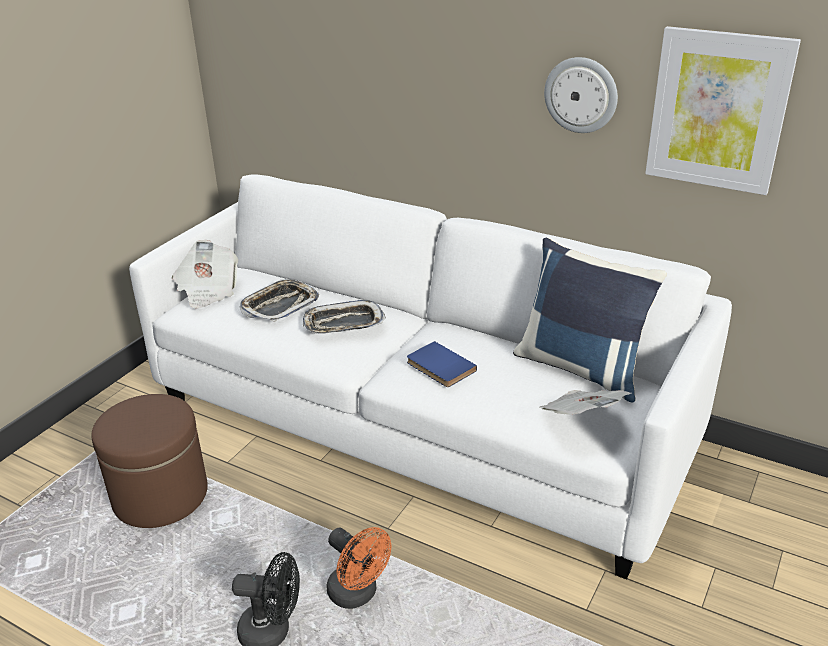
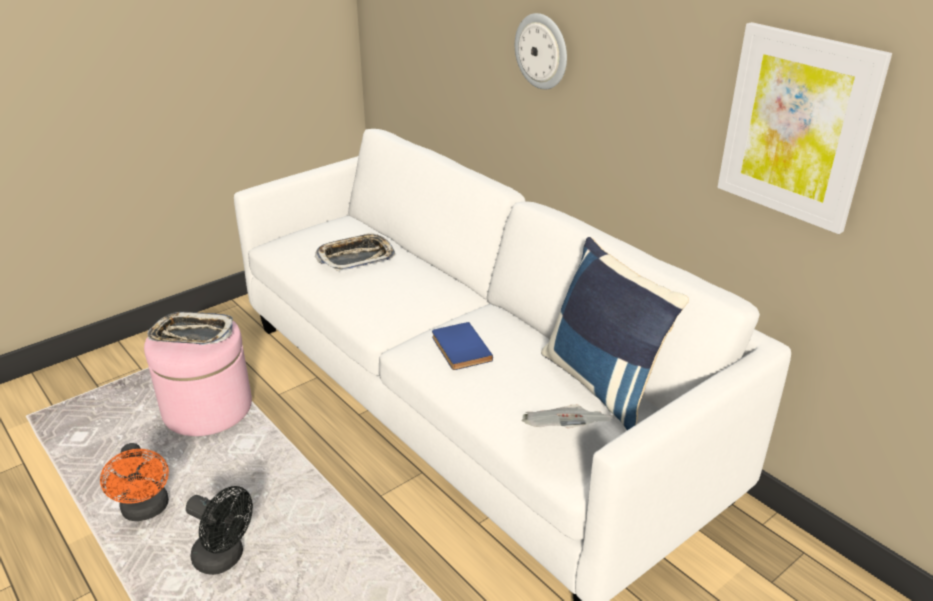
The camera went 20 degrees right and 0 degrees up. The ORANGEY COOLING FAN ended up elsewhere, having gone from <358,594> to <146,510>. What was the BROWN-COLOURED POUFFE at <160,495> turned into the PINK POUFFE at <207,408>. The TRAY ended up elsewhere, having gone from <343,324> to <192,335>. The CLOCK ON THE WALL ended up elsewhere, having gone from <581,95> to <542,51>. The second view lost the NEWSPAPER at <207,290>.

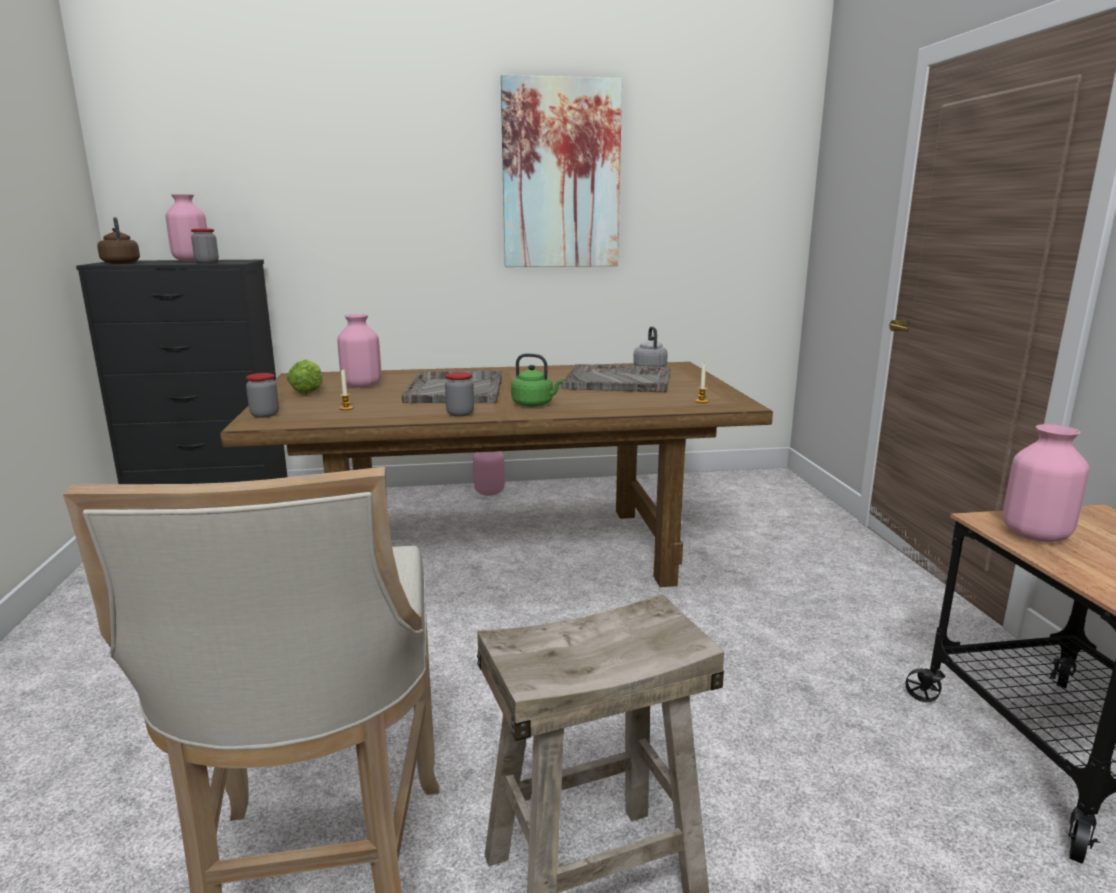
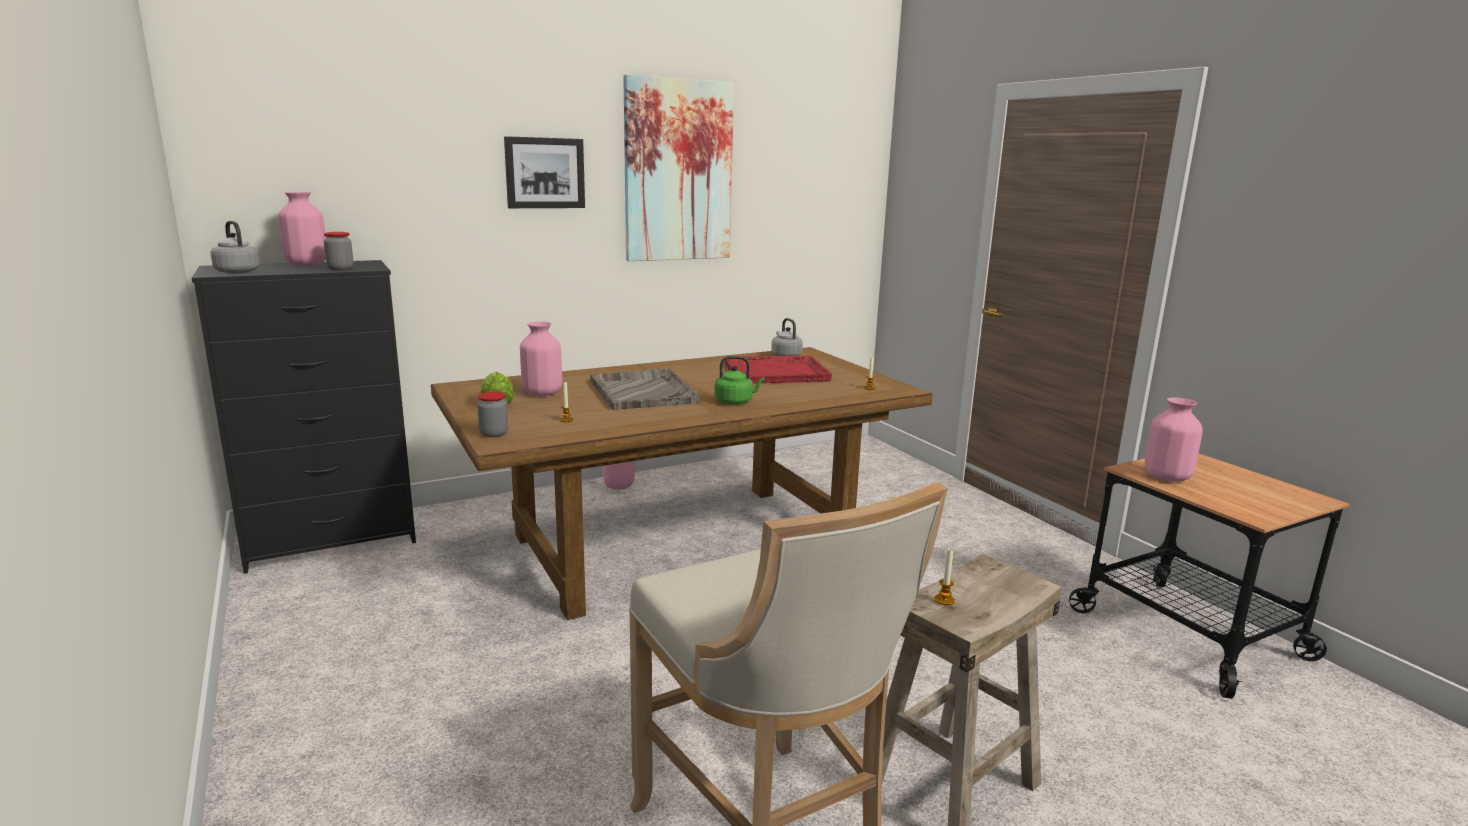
The camera went 20 degrees left and 0 degrees up. What was the BROWN-COLOURED WATER KETTLE at <121,263> turned into the GRAY WATER KETTLE at <236,272>. The second view gained the PICTURE at <544,173>. What was the GRAY TRAY at <619,381> turned into the RED-COLOURED TRAY at <777,372>. The second view gained the WAX CANDLE at <944,600>. The second view lost the JAR at <460,413>.

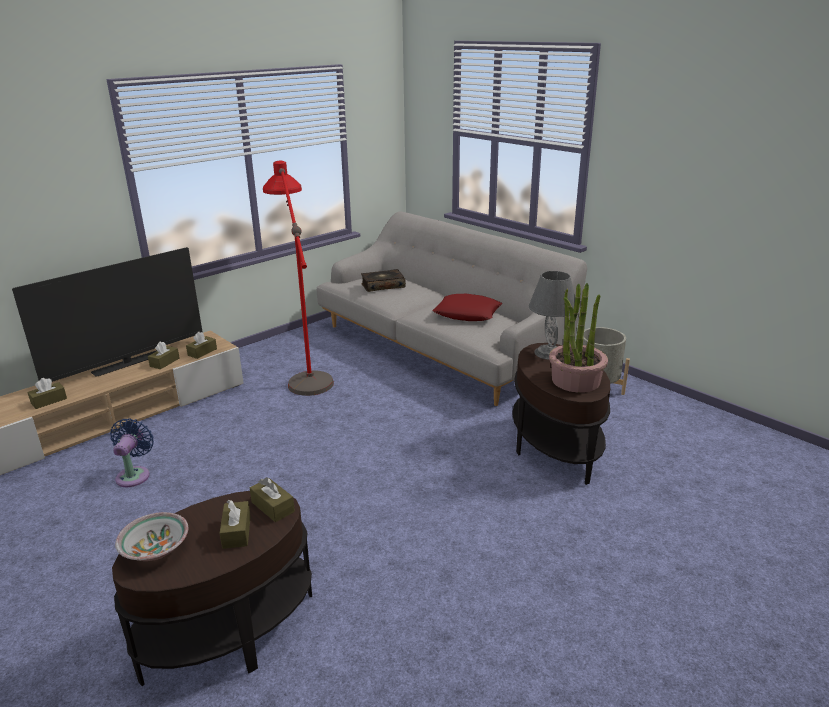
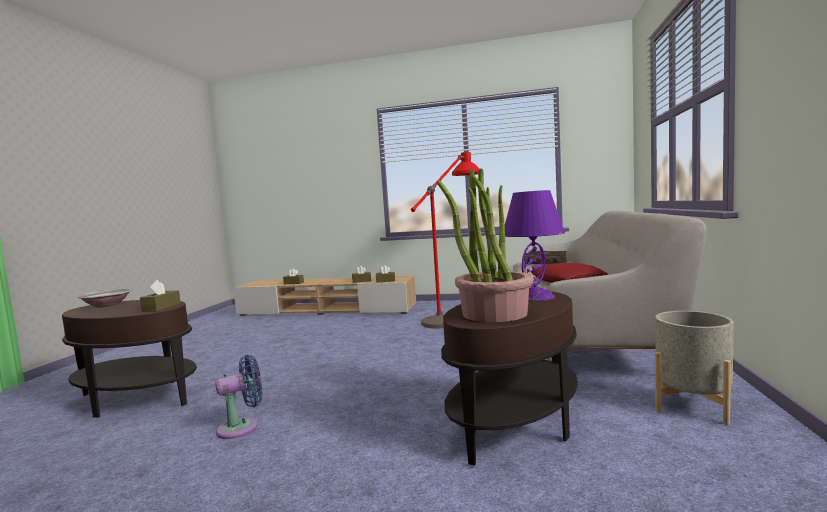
The camera went 55 degrees right and 20 degrees down. The BLUE COOLING FAN ended up elsewhere, having gone from <134,475> to <242,427>. What was the GRAY TABLETOP LAMP at <548,353> turned into the PURPLE TABLETOP LAMP at <535,296>. The second view lost the TELEVISION at <128,363>. The second view lost the BROWN-COLOURED TISSUE HOLDER at <236,532>.

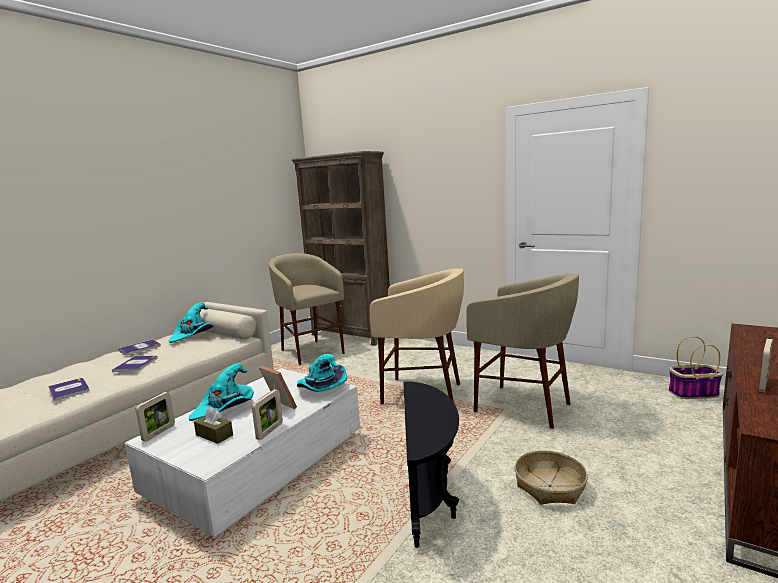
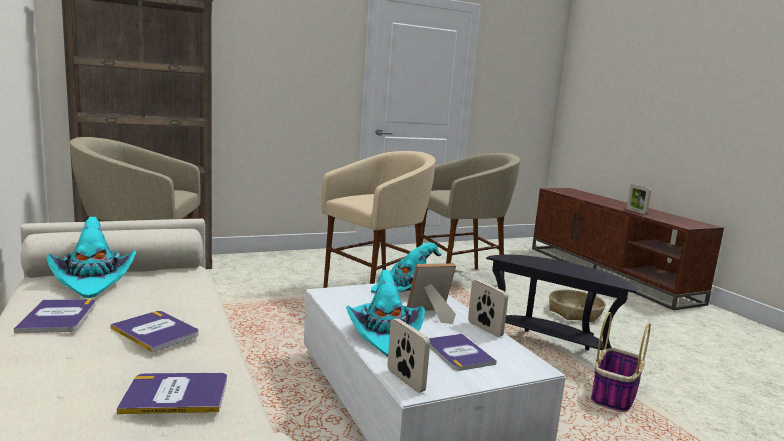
The camera went 60 degrees left and 0 degrees up. Where the BROWN-COLOURED TISSUE HOLDER stood at <214,435>, the BOUND BOOK came to stand at <458,353>. The HOUSEHOLD BASKET ended up elsewhere, having gone from <693,393> to <614,397>.

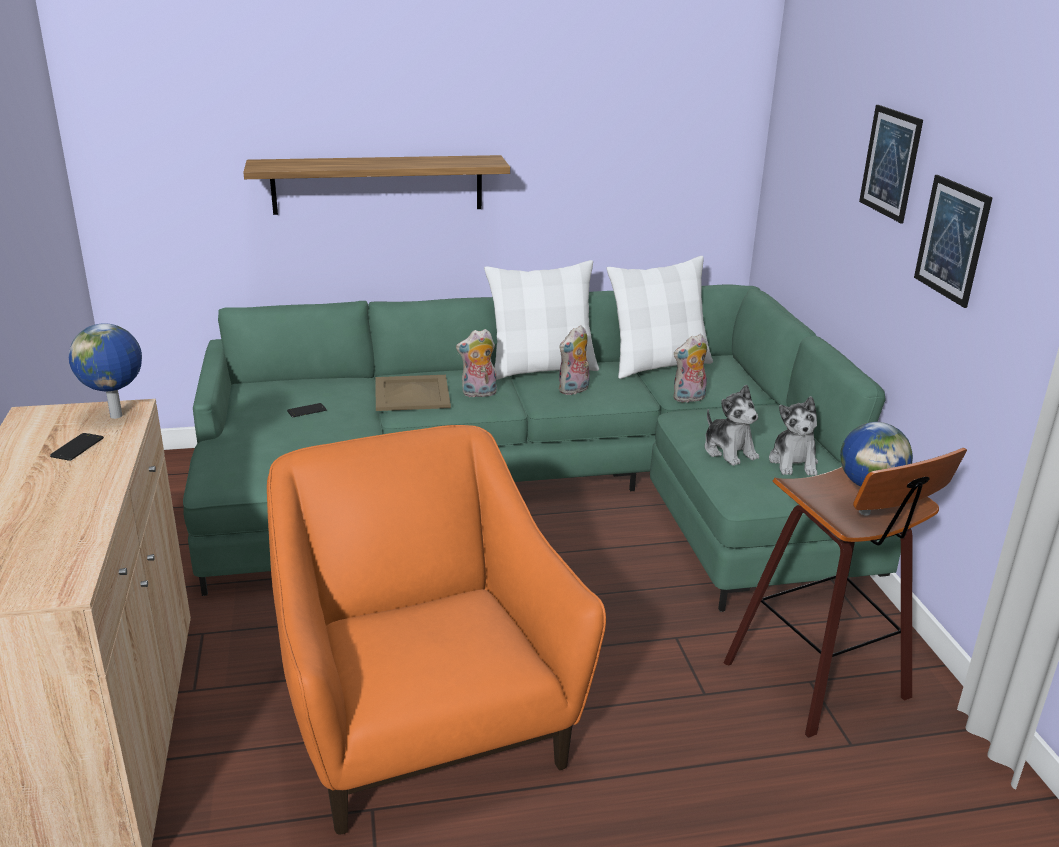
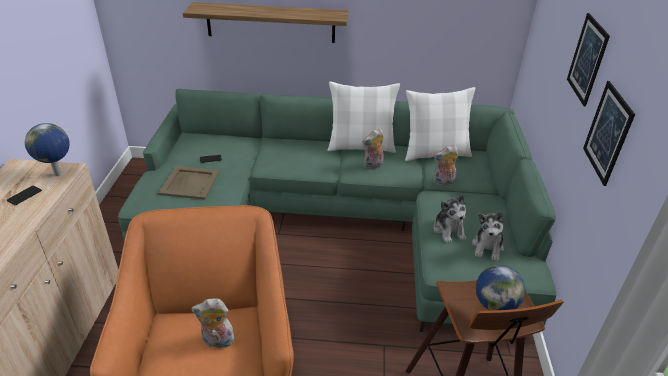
The camera went 15 degrees right and 10 degrees up. The SAND-COLOURED TRAY ended up elsewhere, having gone from <412,394> to <190,183>. The SOFT TOY ended up elsewhere, having gone from <478,394> to <217,342>.

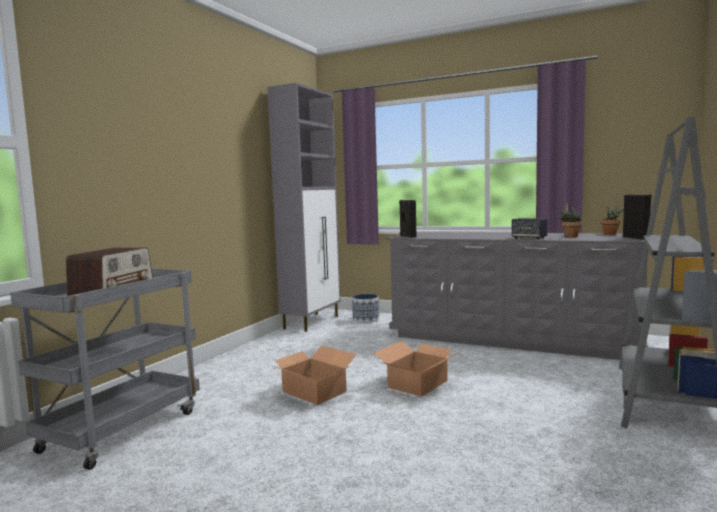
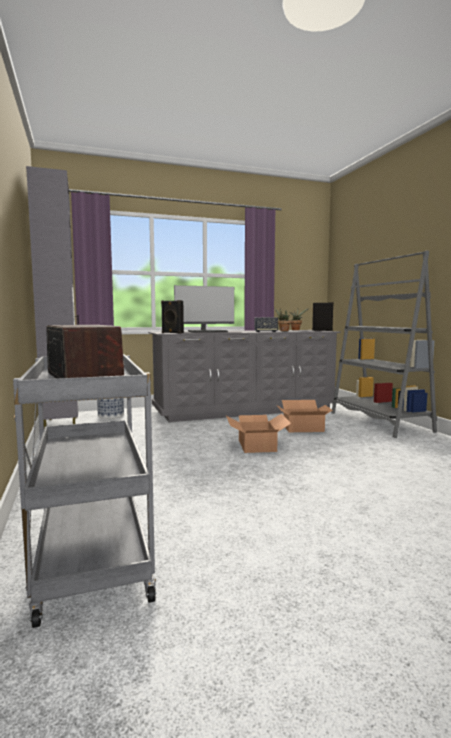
The camera went 45 degrees left and 0 degrees up. The second view gained the COMPUTER DISPLAY at <207,332>. The PACKING BOX ended up elsewhere, having gone from <314,391> to <302,428>.

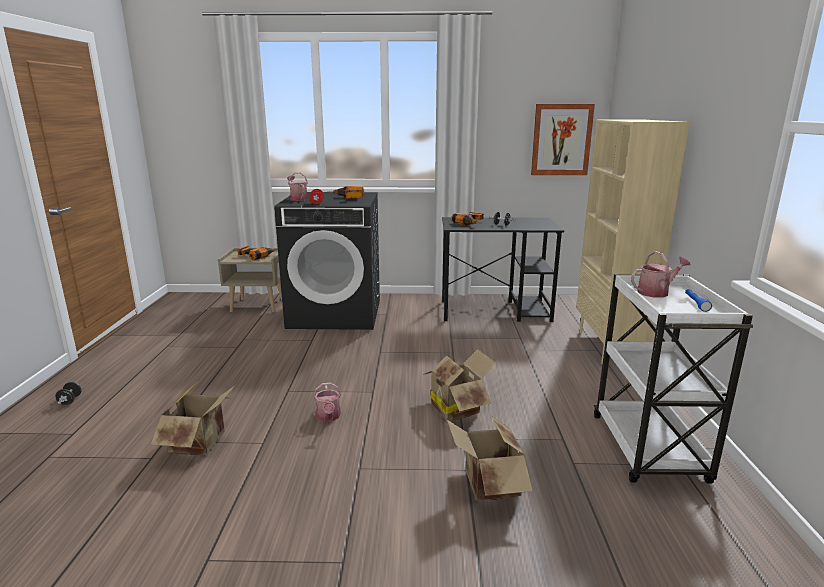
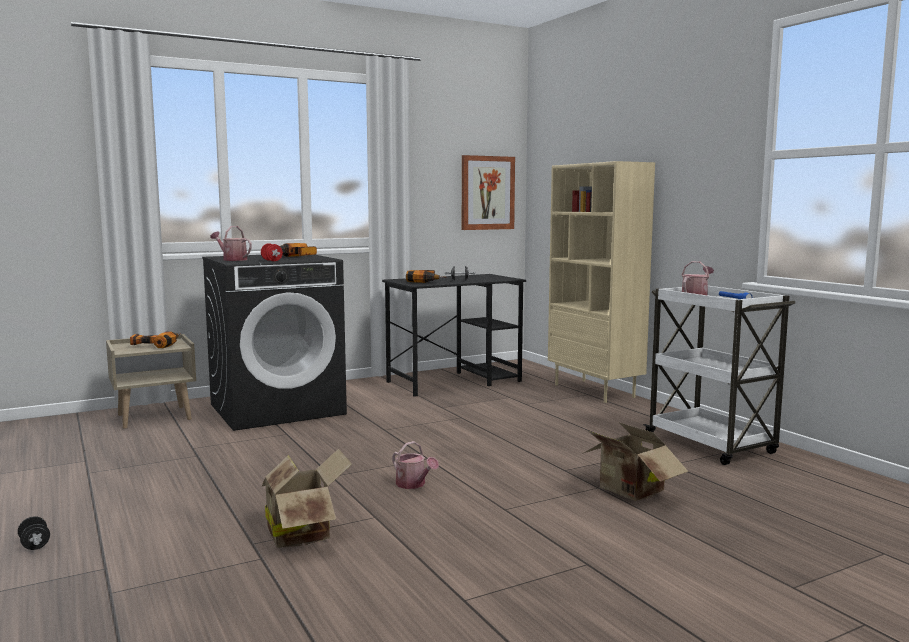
The camera went 30 degrees left and 10 degrees down. The second view lost the PACKING BOX at <457,408>.

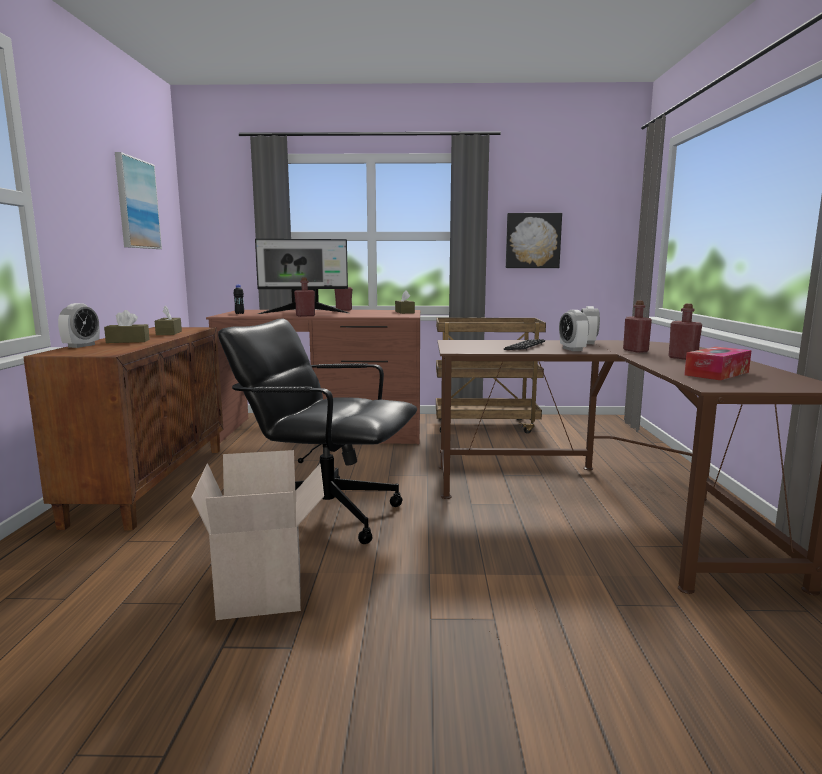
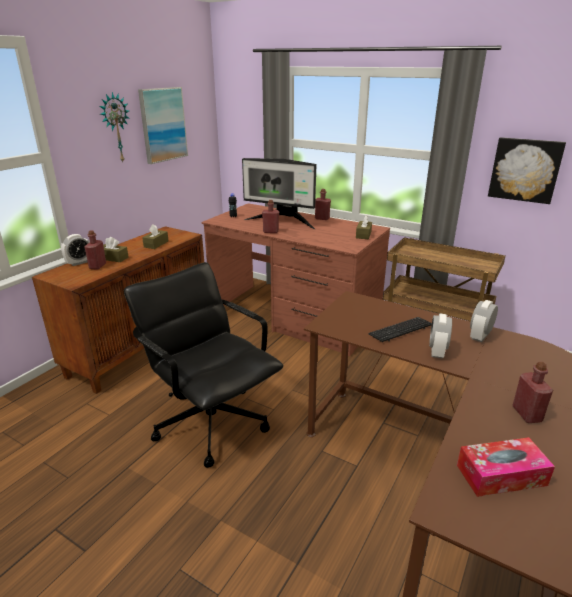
The camera went 30 degrees right and 15 degrees up. The RED-COLOURED DRINK BOTTLE ended up elsewhere, having gone from <635,351> to <97,266>. The second view gained the CLOCK ON THE WALL at <115,128>. The second view lost the PACKING BOX at <265,590>.

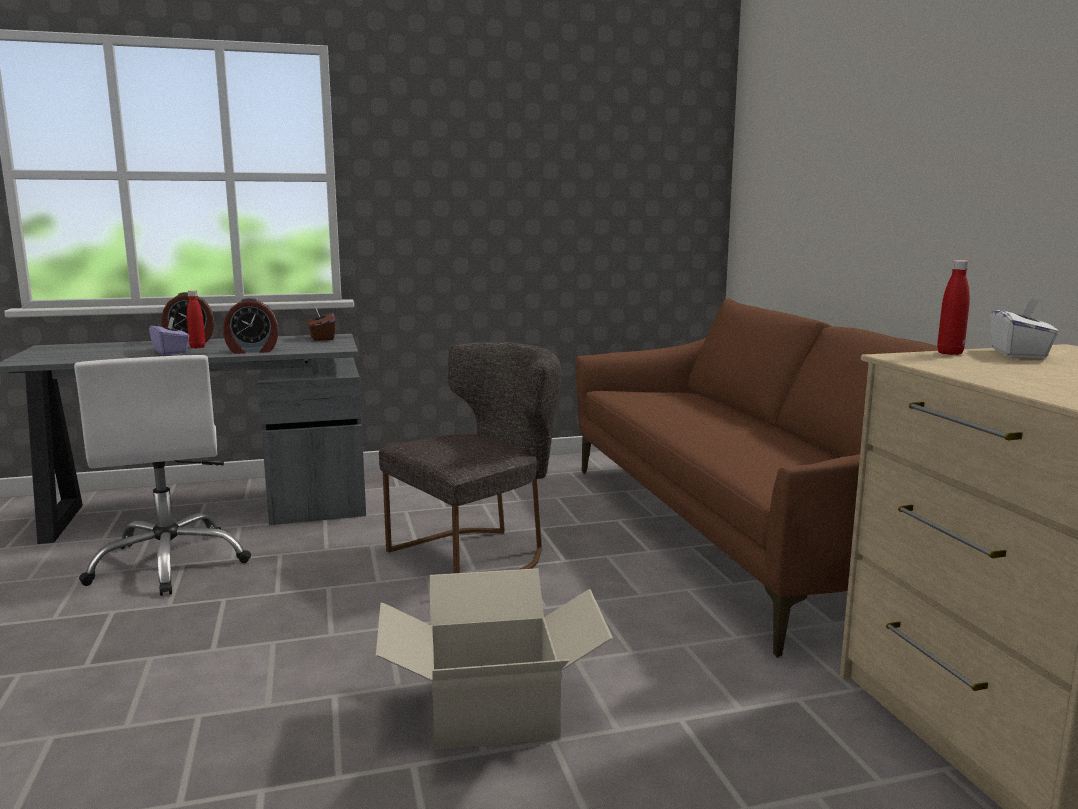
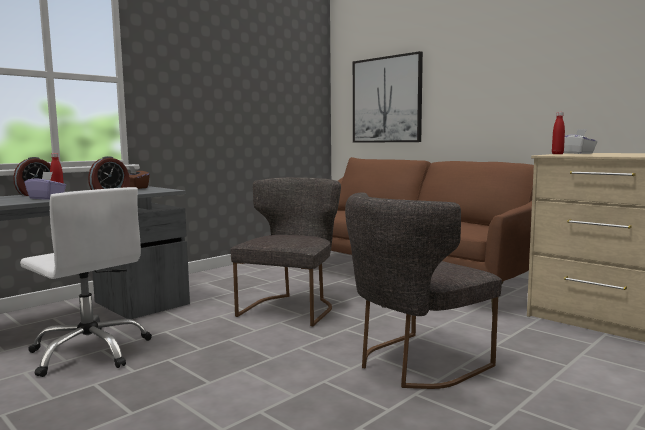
The camera went 30 degrees left and 5 degrees down. Where the PACKING BOX stood at <492,711>, the GRAY UPRIGHT CHAIR came to stand at <414,364>. The second view gained the PICTURE at <386,100>.

